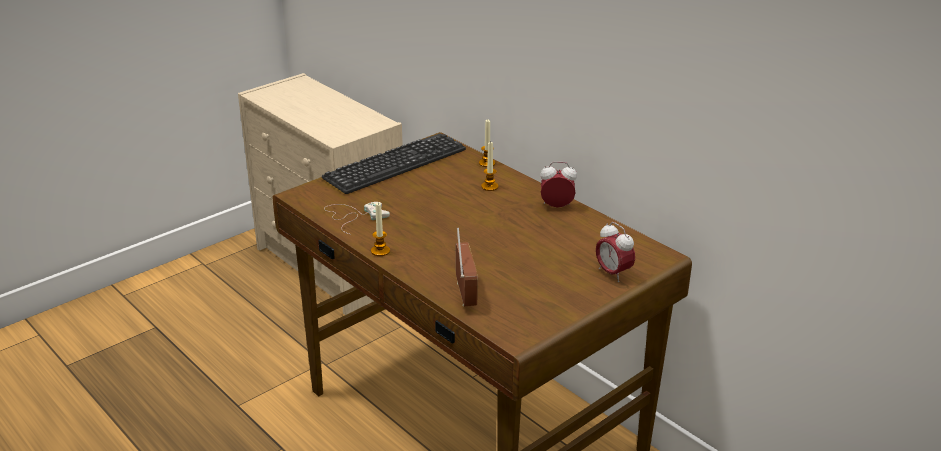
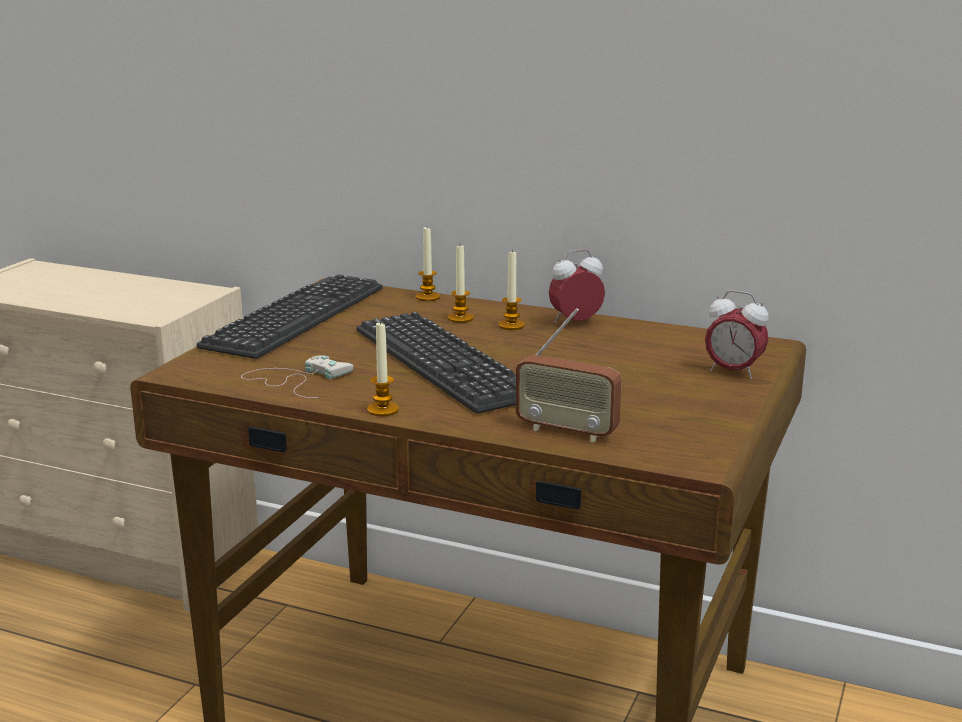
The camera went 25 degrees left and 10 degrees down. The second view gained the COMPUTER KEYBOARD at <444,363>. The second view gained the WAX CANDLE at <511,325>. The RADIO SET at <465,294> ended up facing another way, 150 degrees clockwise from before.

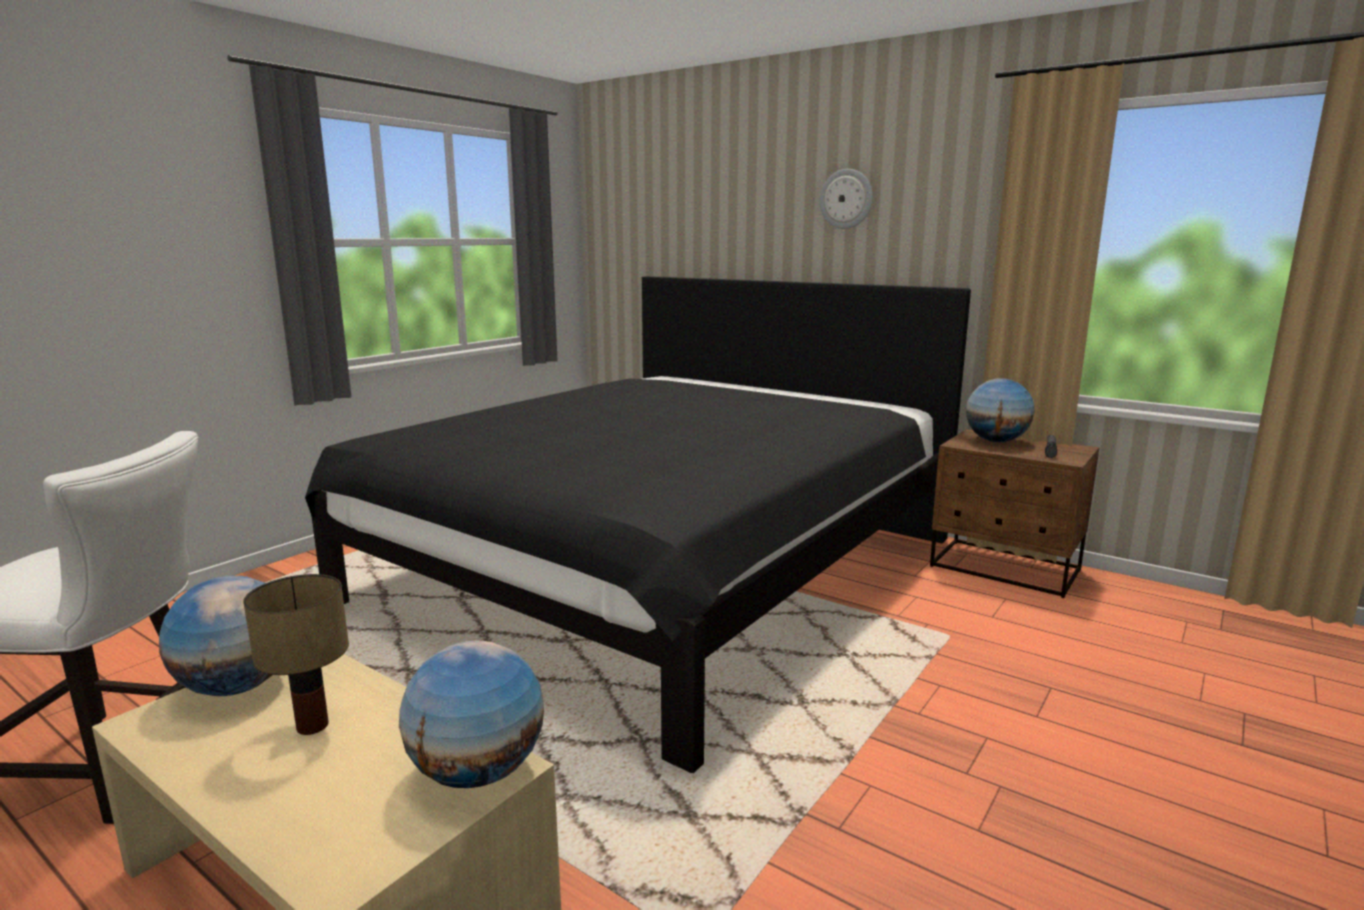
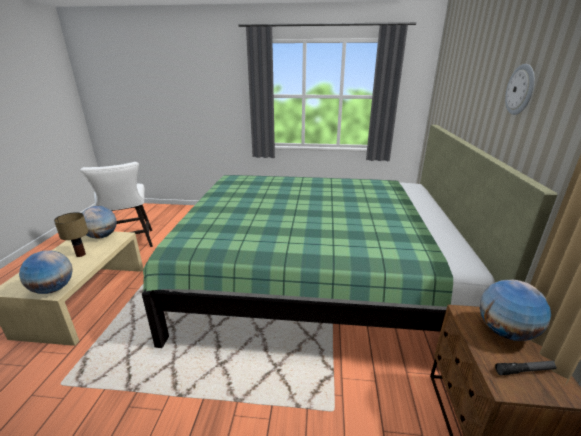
The camera went 60 degrees right and 10 degrees up. What was the BLACK-COLOURED BED at <659,568> turned into the GREEN-COLOURED BED at <316,276>.

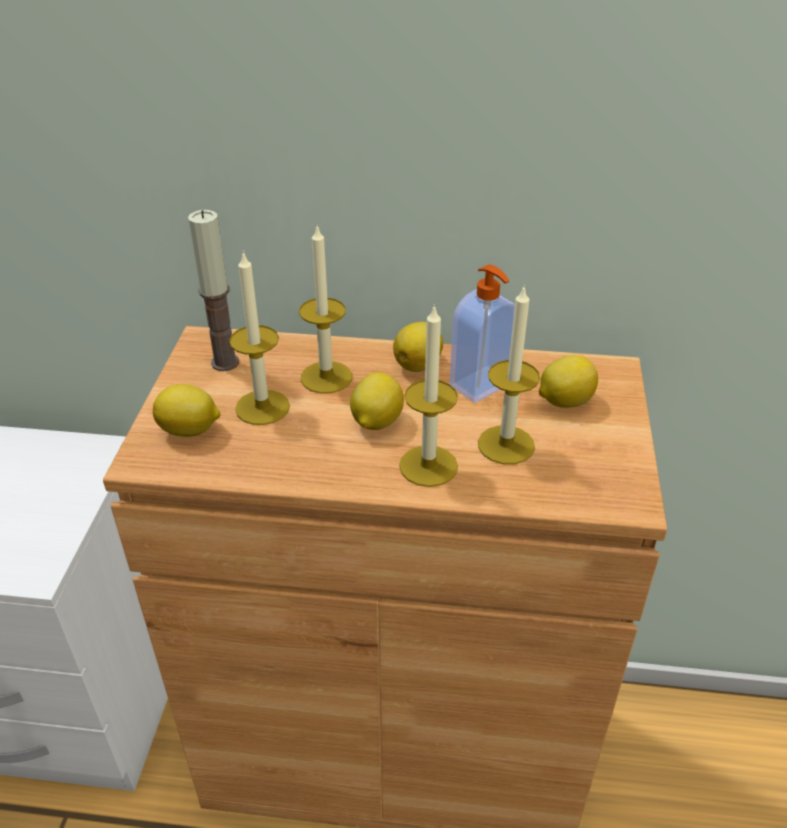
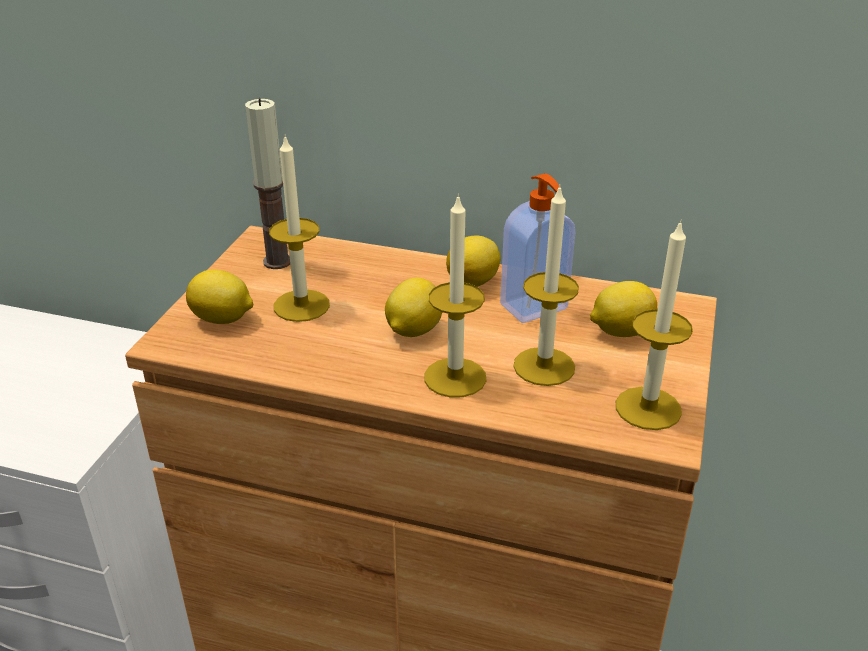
The camera went 10 degrees right and 5 degrees down. The WAX CANDLE ended up elsewhere, having gone from <326,377> to <648,408>.

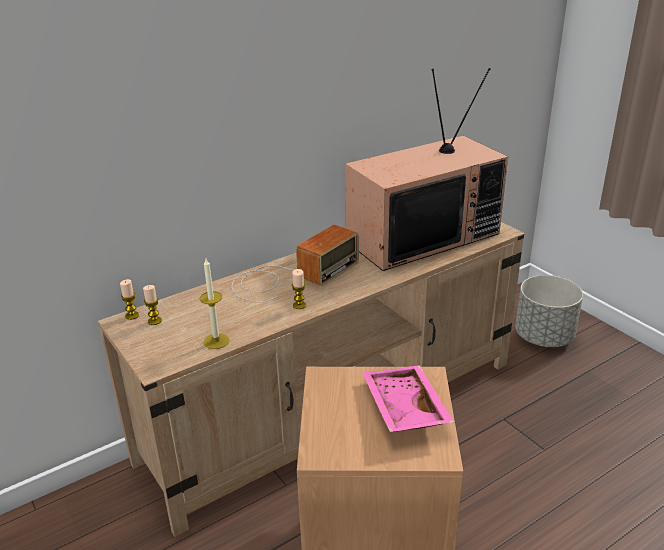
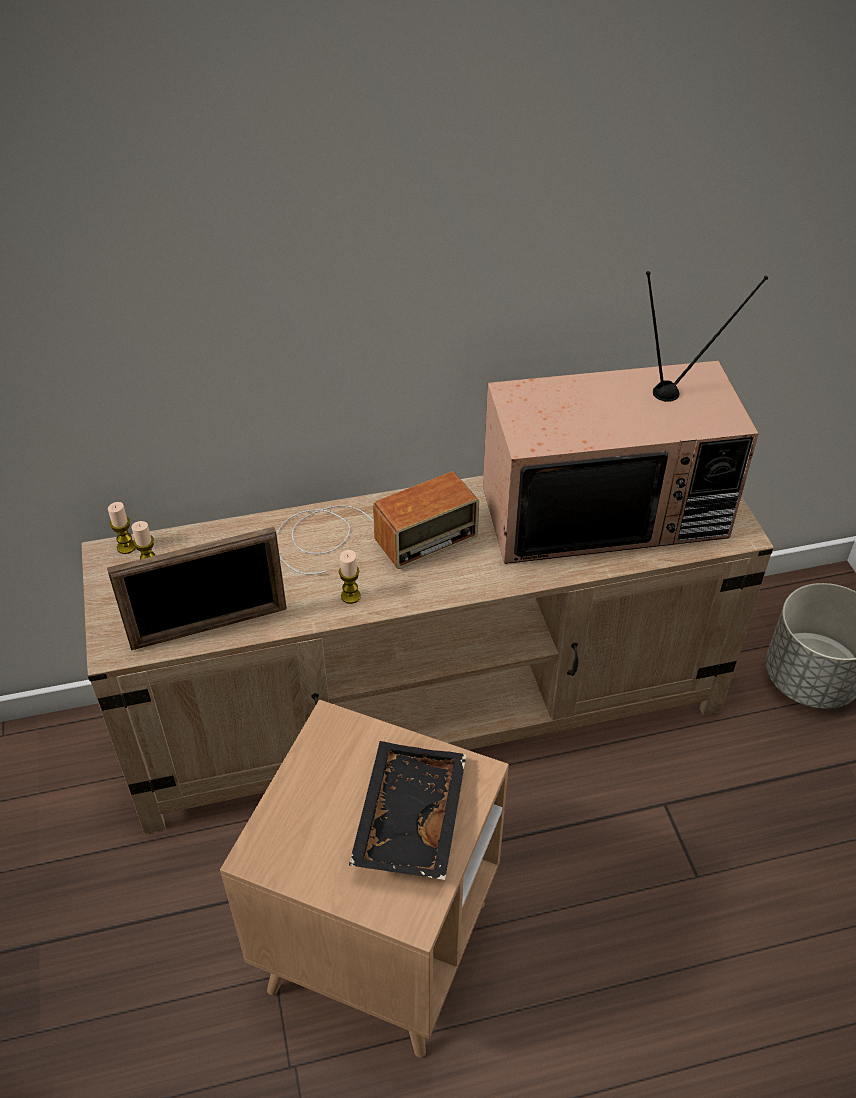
The camera went 20 degrees right and 15 degrees up. Where the WAX CANDLE stood at <216,341>, the STANDING FRAME came to stand at <209,628>. What was the PINK TRAY at <402,409> turned into the BLACK-COLOURED TRAY at <407,819>.

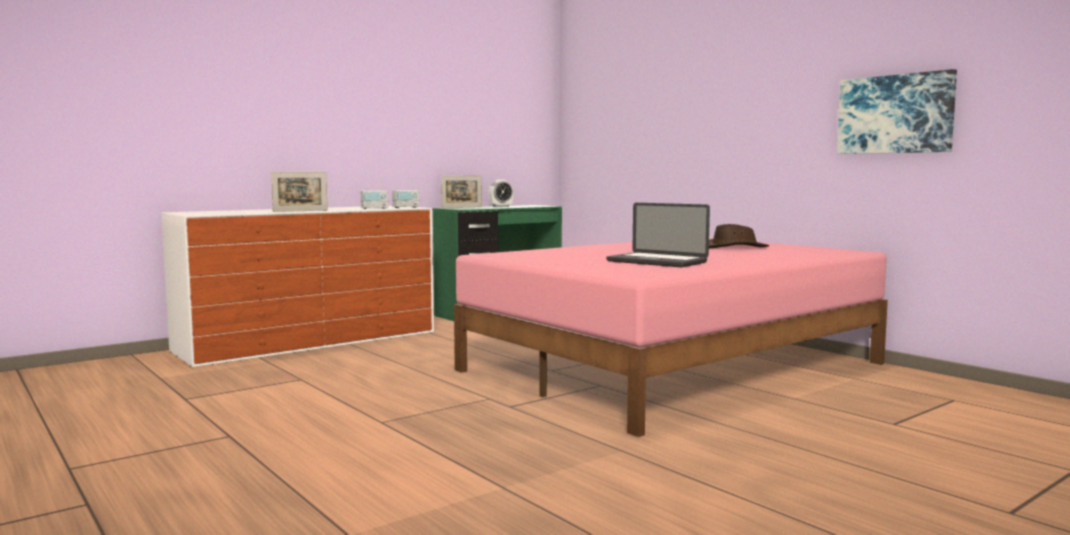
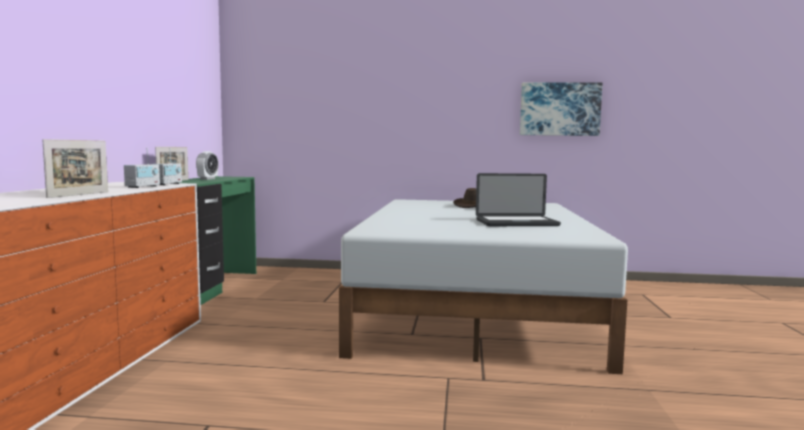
The camera went 45 degrees left and 0 degrees up. What was the PINK BED at <673,367> turned into the WHITISH BED at <474,308>.

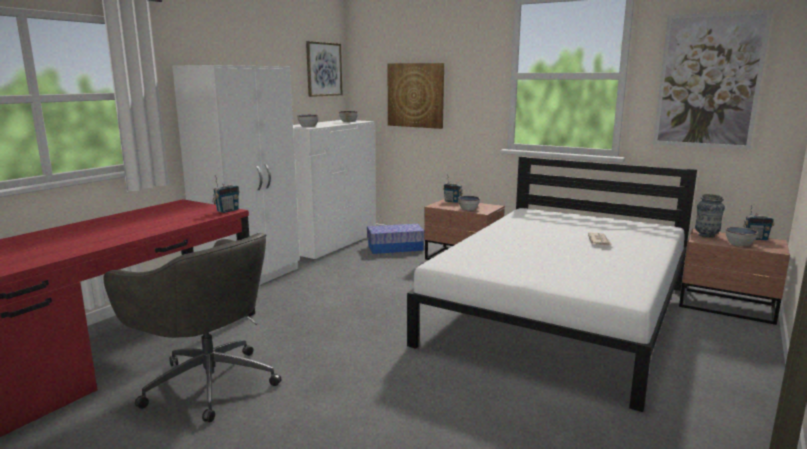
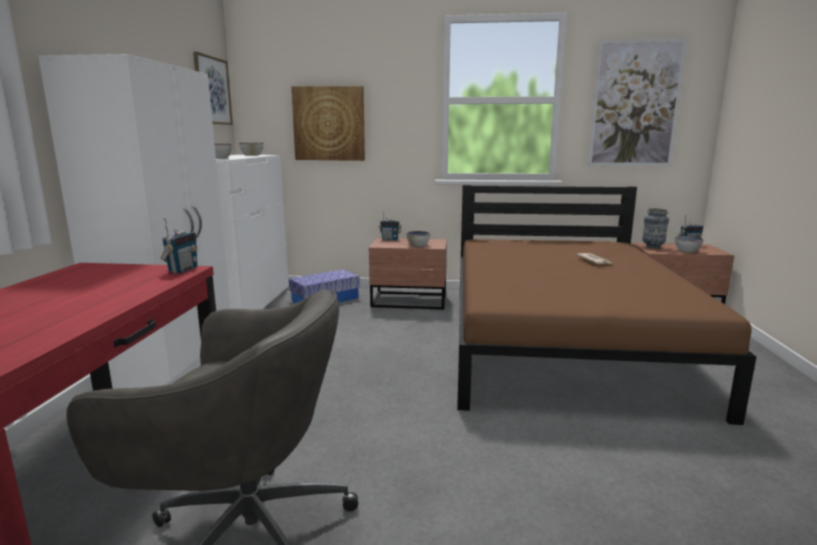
The camera went 25 degrees left and 0 degrees up. What was the WHITISH BED at <560,314> turned into the BROWN-COLOURED BED at <561,342>.

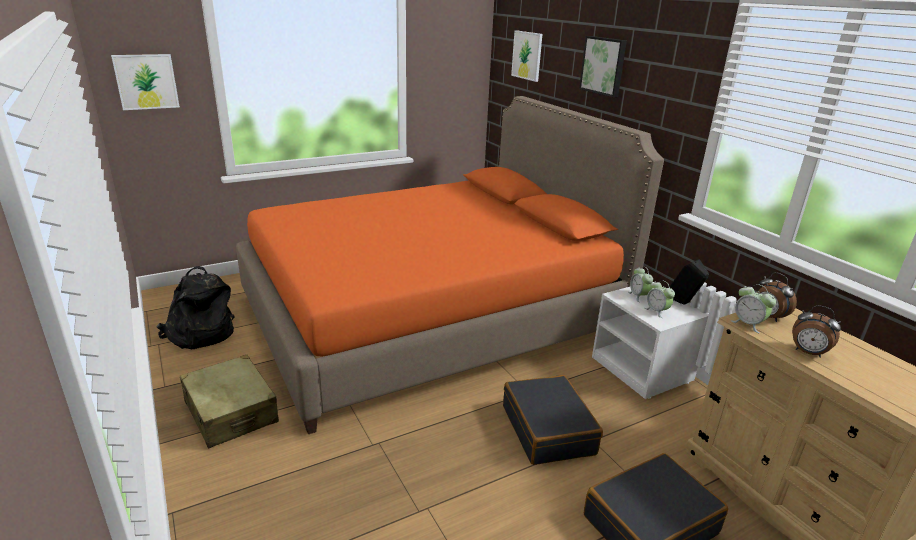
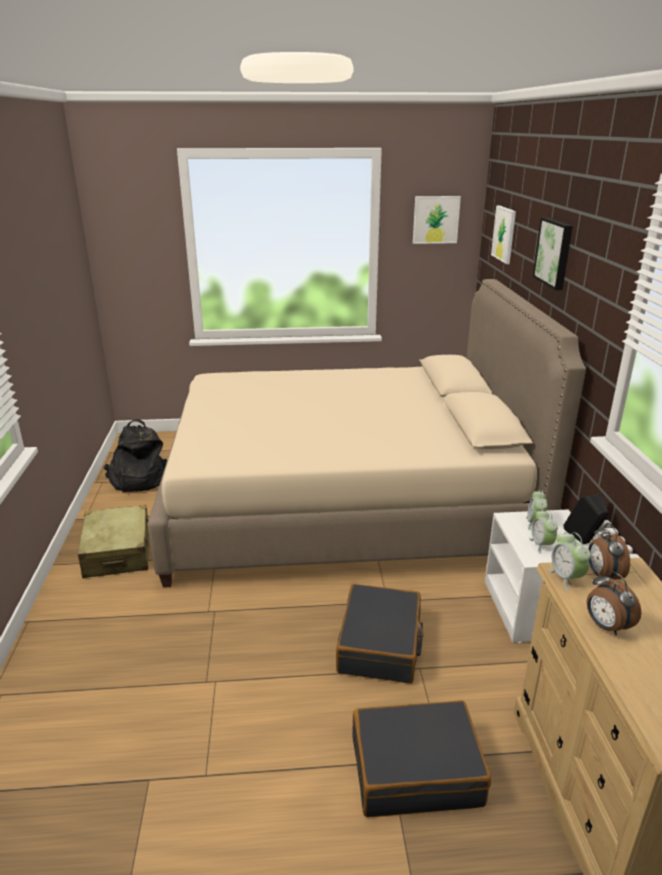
The camera went 25 degrees right and 0 degrees up. What was the ORANGEY BED at <430,317> turned into the SAND-COLOURED BED at <343,504>. The PICTURE ended up elsewhere, having gone from <146,81> to <436,219>.

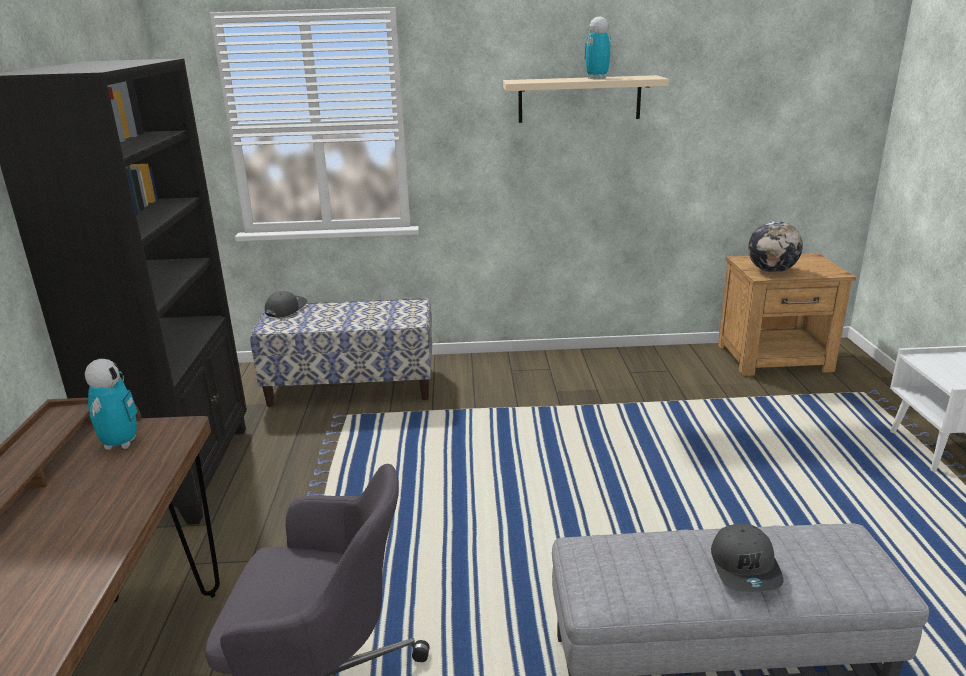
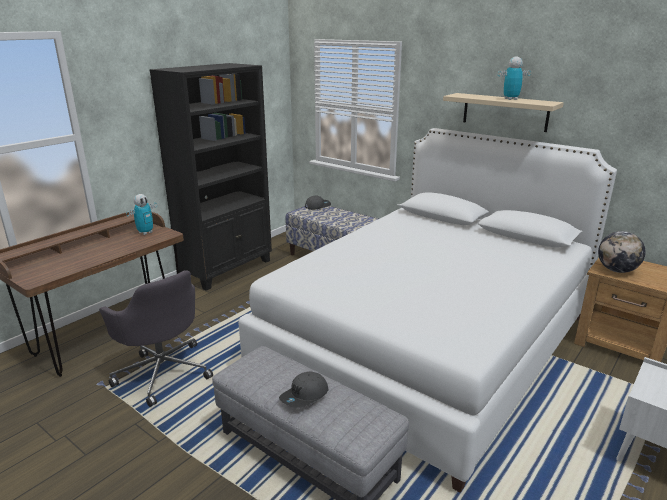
The camera went 40 degrees right and 0 degrees up. The second view gained the WHITISH BED at <428,344>.

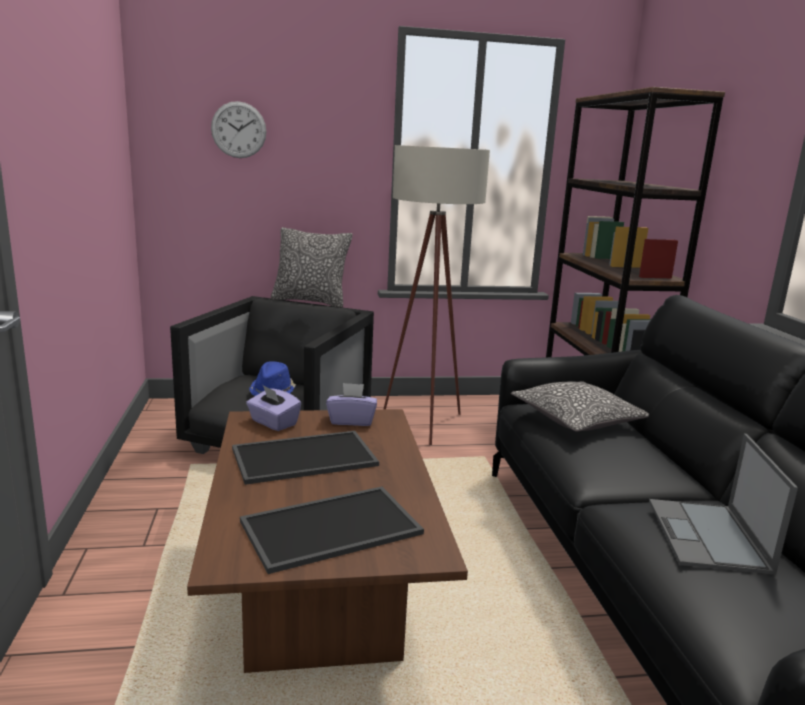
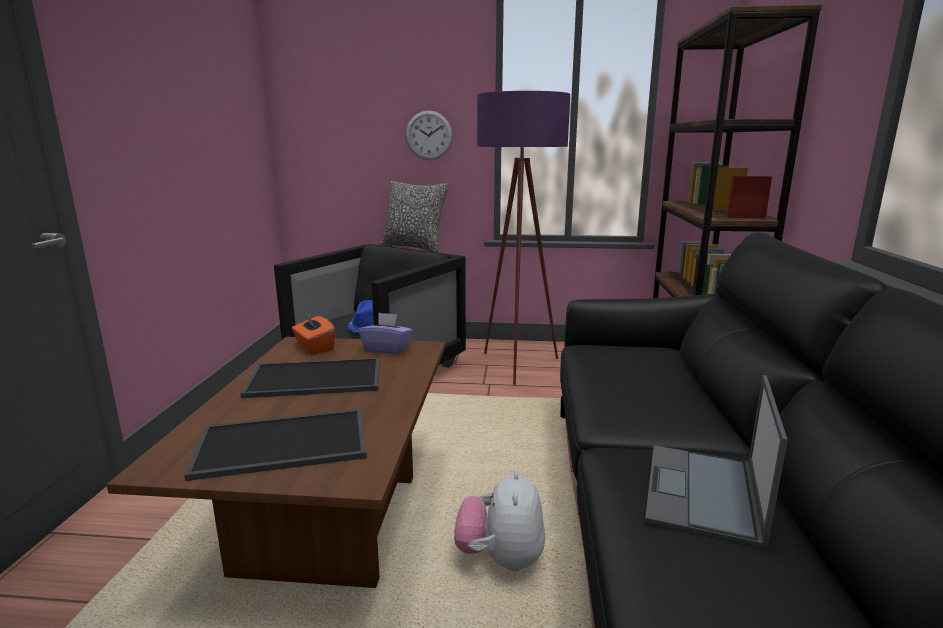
The camera went 15 degrees right and 0 degrees up. What was the PURPLE TISSUE HOLDER at <273,423> turned into the ORANGEY TISSUE HOLDER at <314,347>. The CLOCK ON THE WALL ended up elsewhere, having gone from <238,130> to <429,135>. The second view gained the SOFT TOY at <501,559>. What was the SAND-COLOURED STANDING LAMP at <424,427> turned into the PURPLE STANDING LAMP at <517,369>. The second view lost the THROW PILLOW at <577,419>.

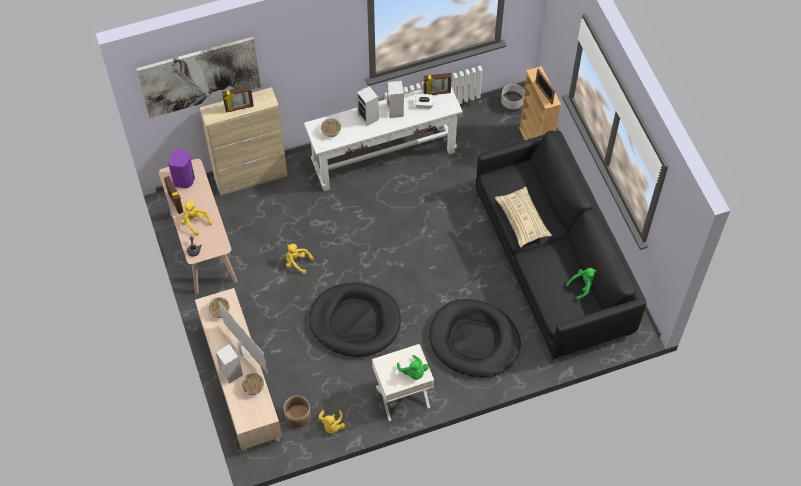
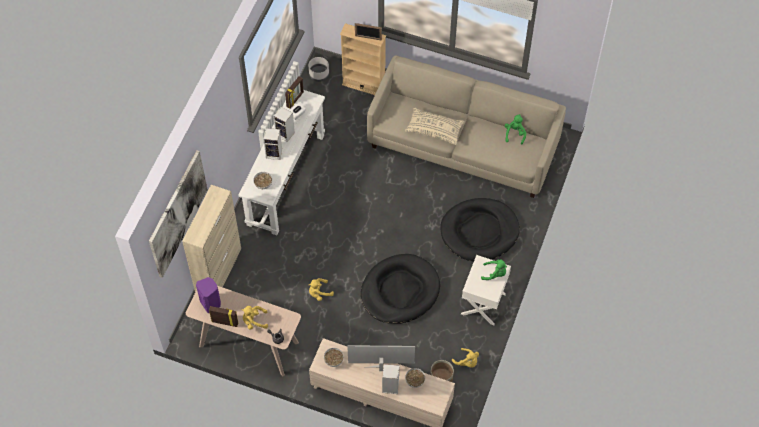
The camera went 50 degrees left and 0 degrees up. What was the BLACK-COLOURED COUCH at <553,263> turned into the SAND-COLOURED COUCH at <463,144>. The second view lost the STANDING FRAME at <239,108>.

